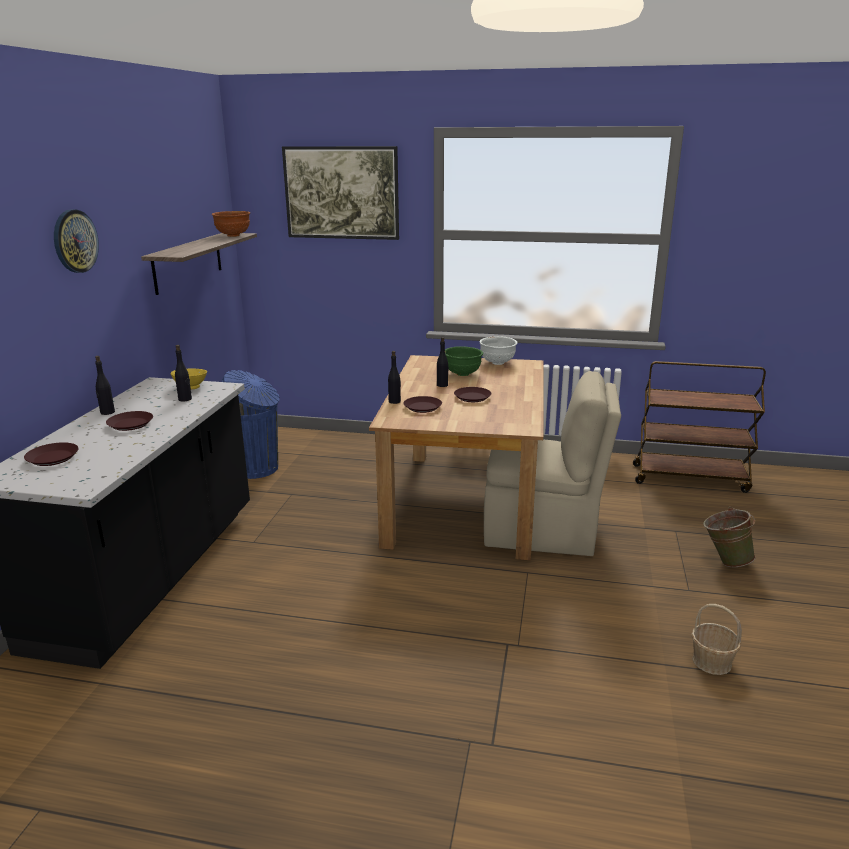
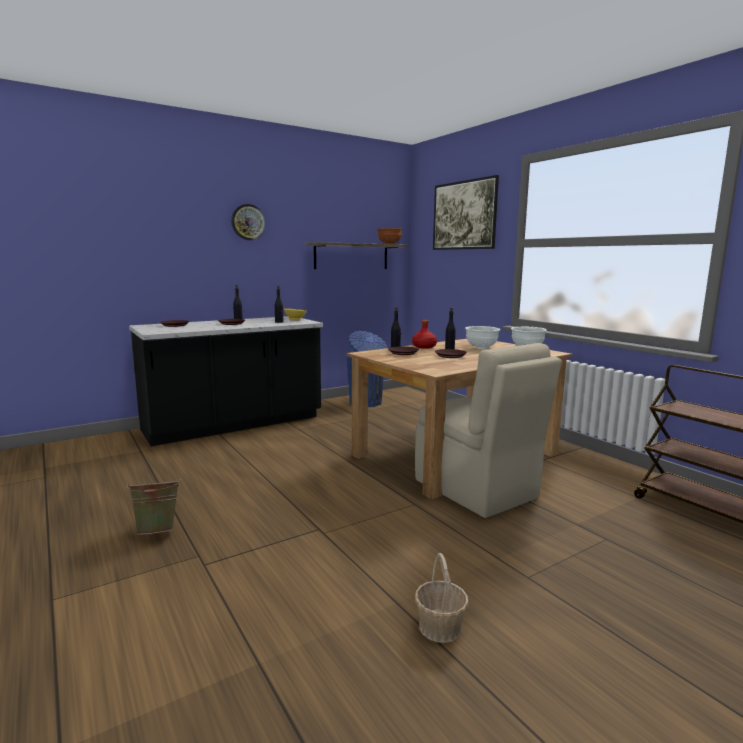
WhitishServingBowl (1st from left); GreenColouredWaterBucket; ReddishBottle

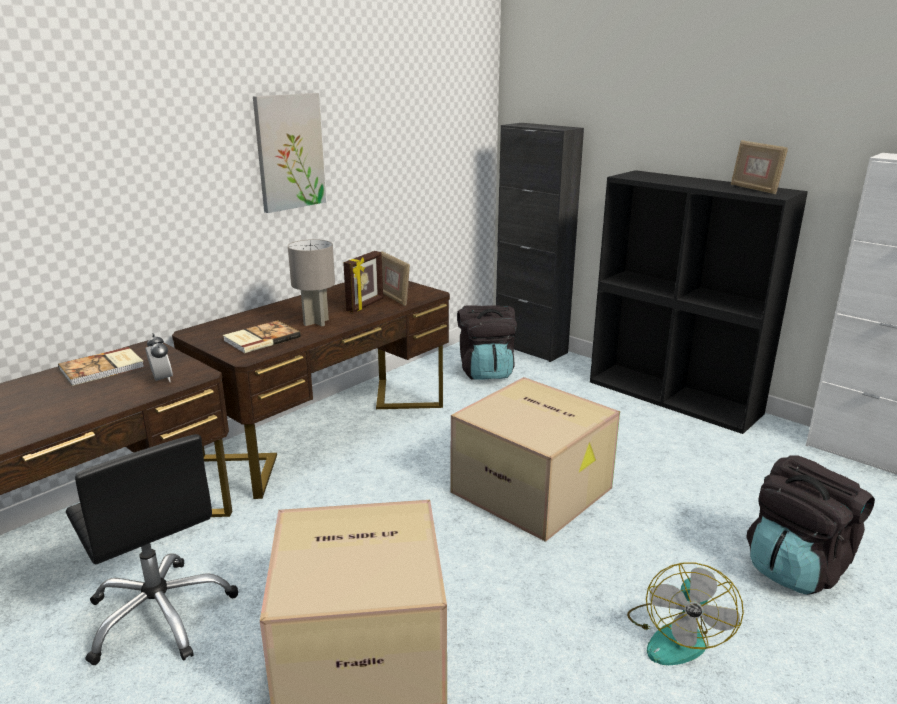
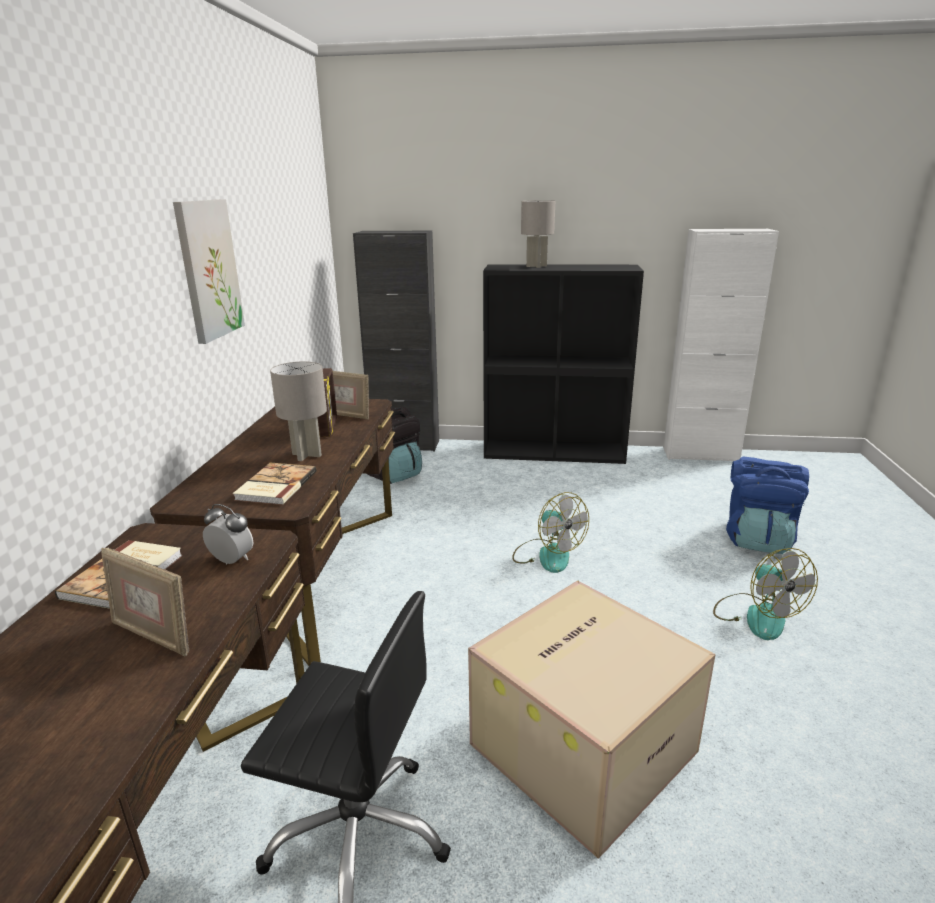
Fan (1st from left); PhotoFrame (1st from left); BluishBackpack; GreyishTabletopLamp (2nd from left)

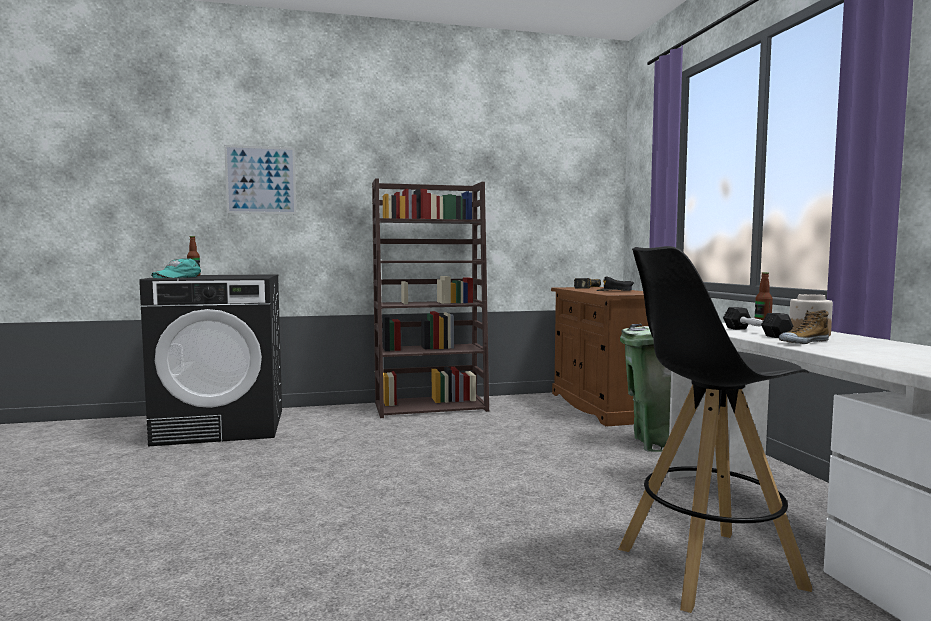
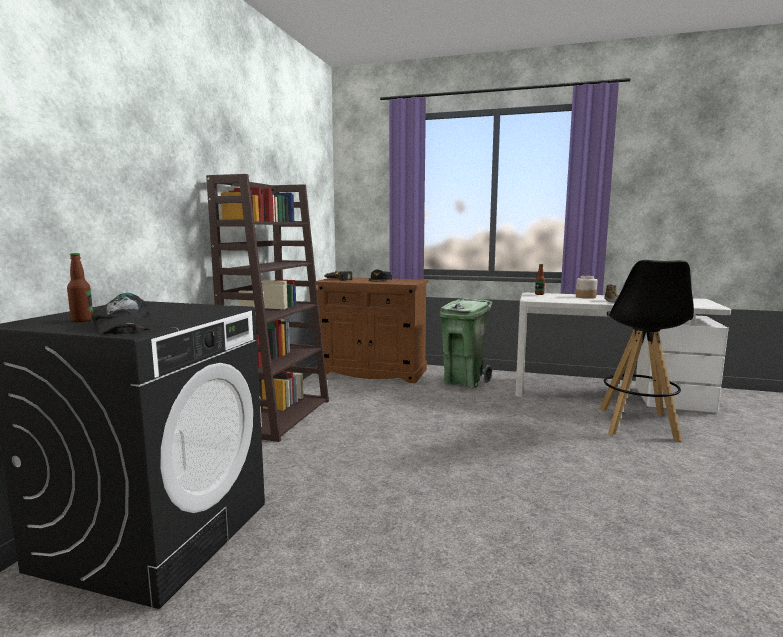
BlackishCap (1st from left); Picture; BlackishFreeWeight

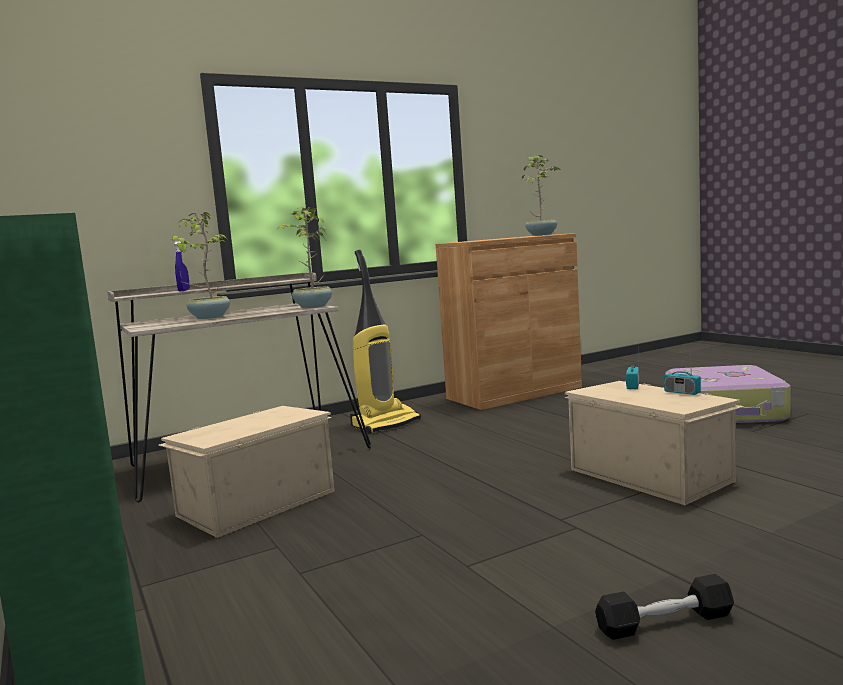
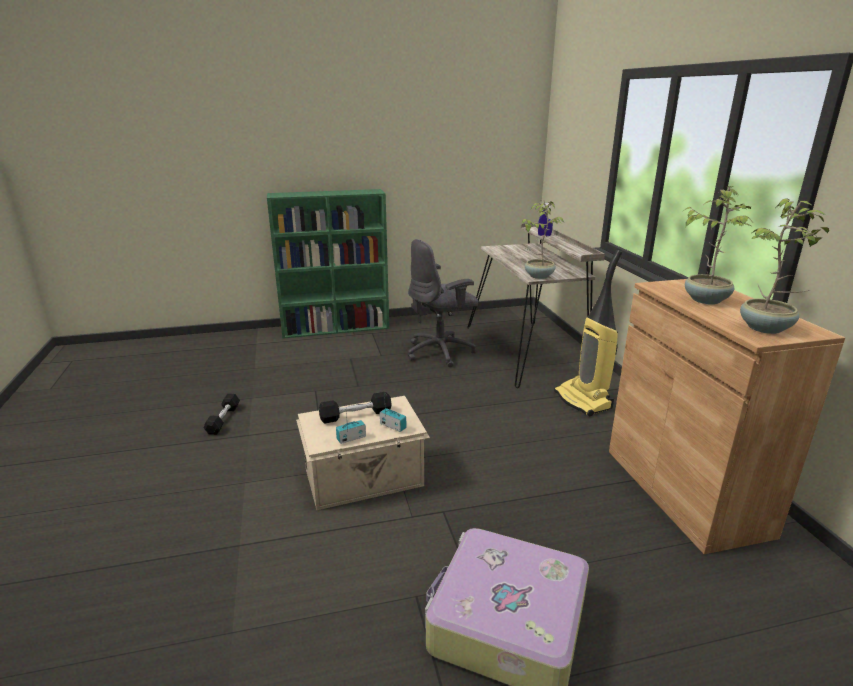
GreyishDeskChair; PlantInAPot (2nd from left); BlackishFreeWeight (2nd from left)

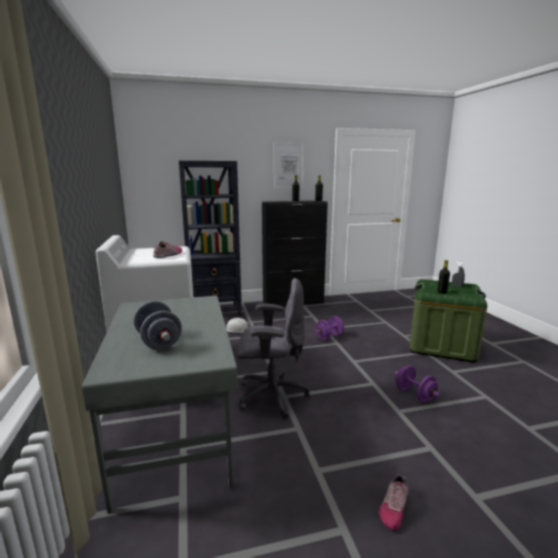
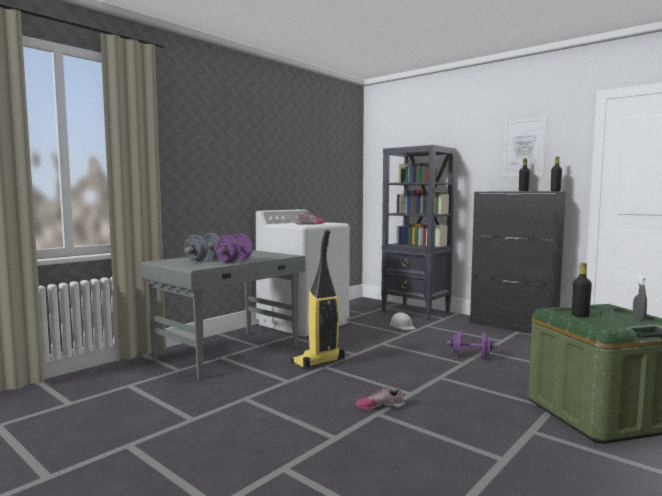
Vacuum; Shoe (2nd from left); PurplishFreeWeight (1st from left)

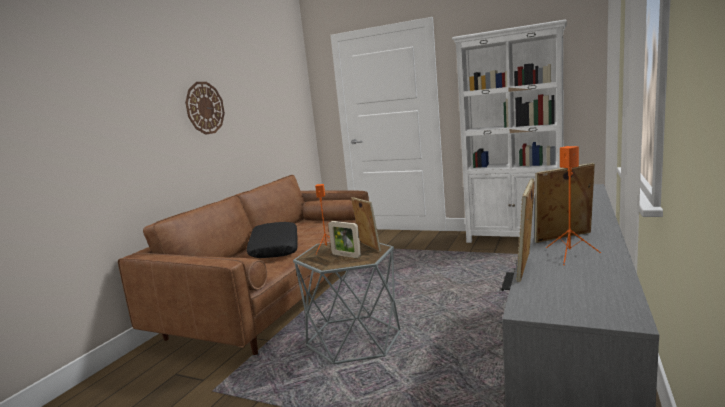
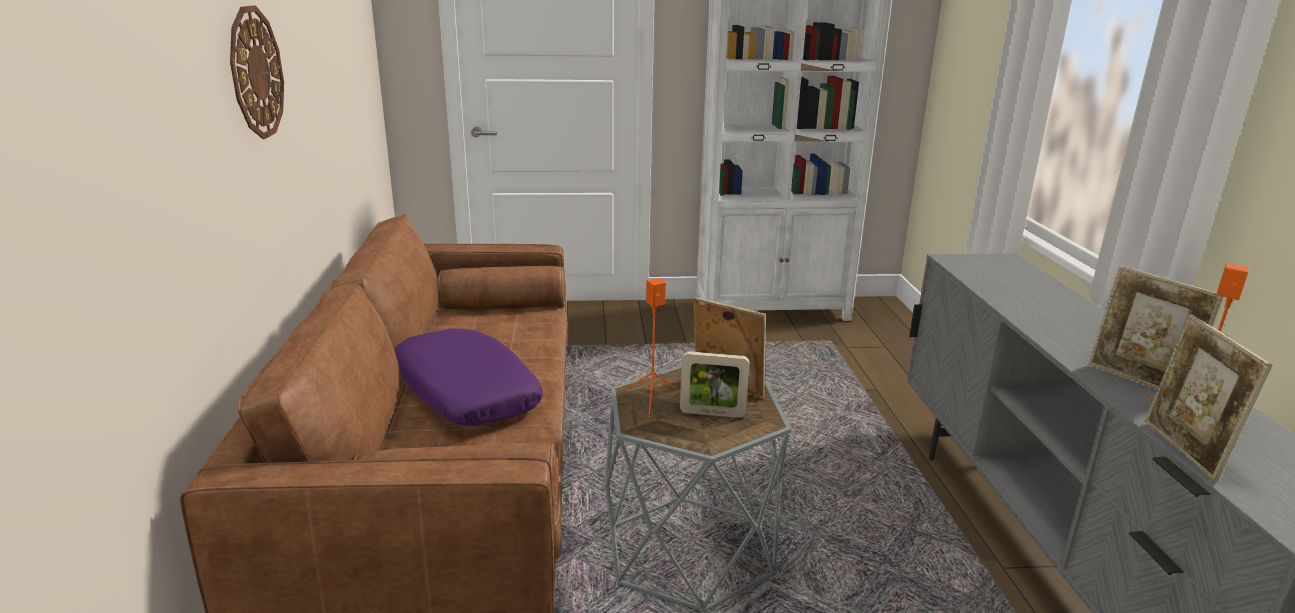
PurplishThrowPillow; PhotoFrame (3rd from left)

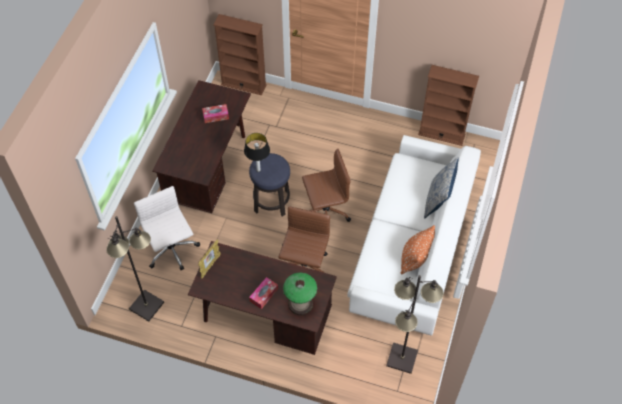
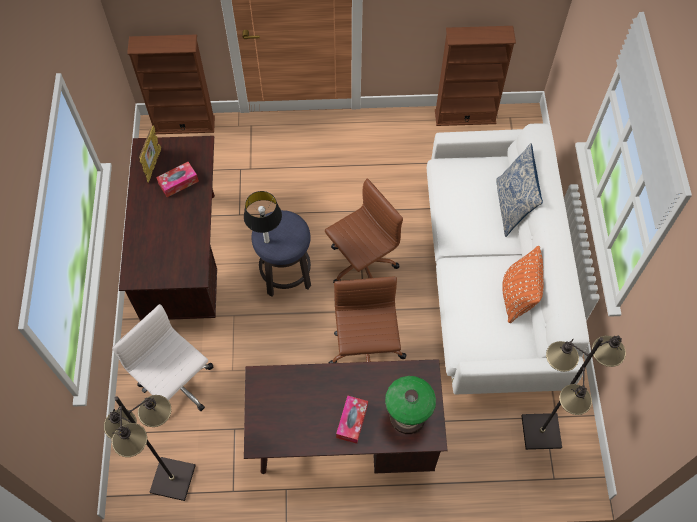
PhotoFrame

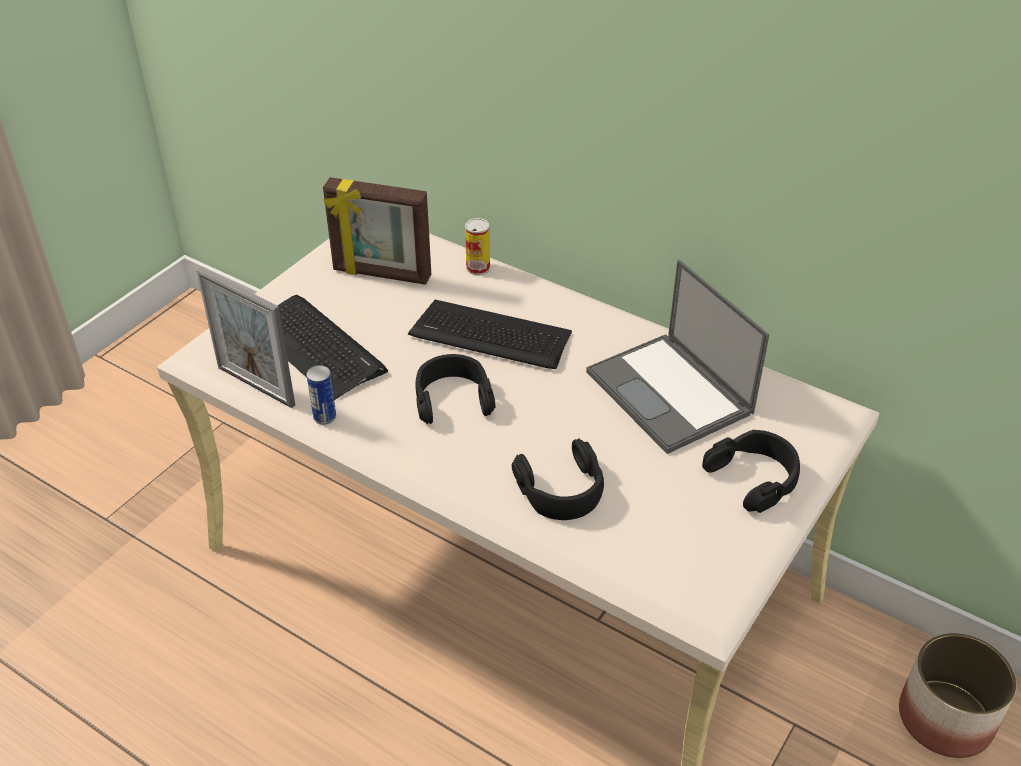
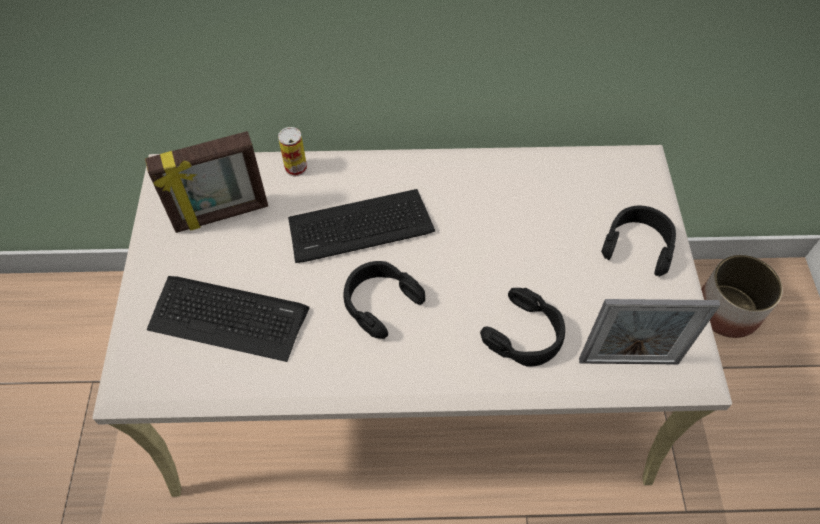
PhotoFrame (2nd from left); Can (1st from left in the first image); PortableComputer

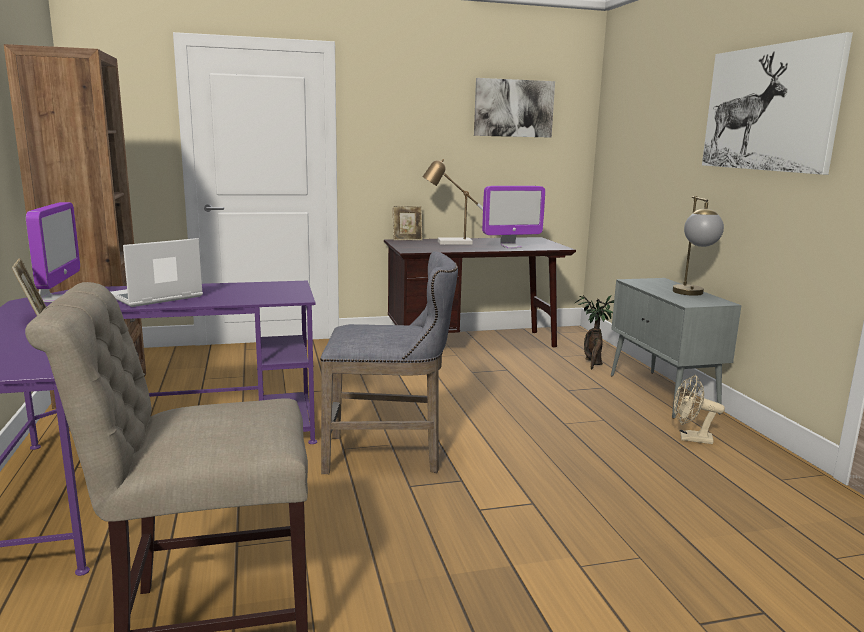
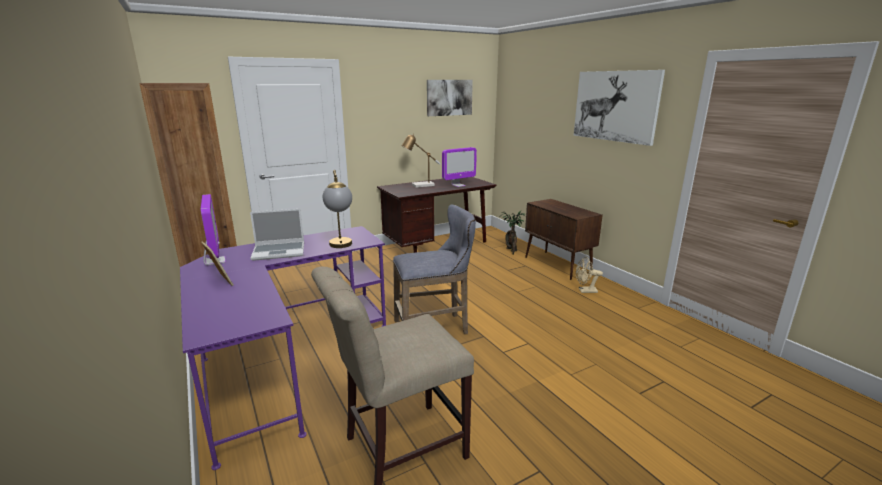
PortableComputer; PhotoFrame (2nd from left in the first image); BrownishCupboard; TabletopLamp (1st from left)

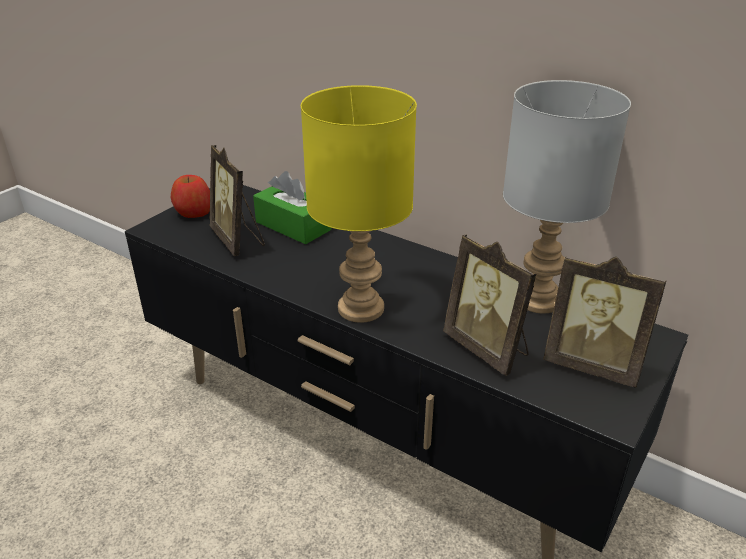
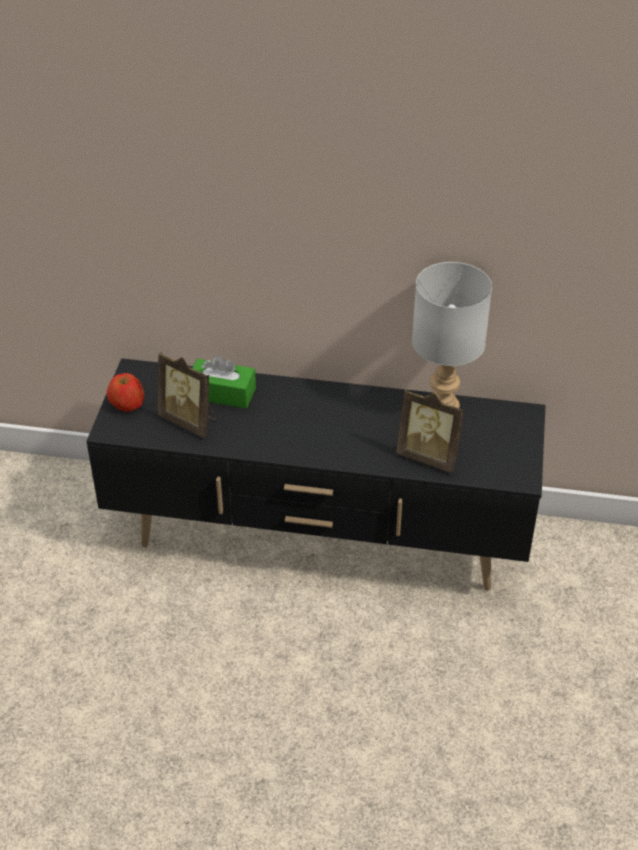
YellowTabletopLamp; PhotoFrame (3rd from left in the first image)

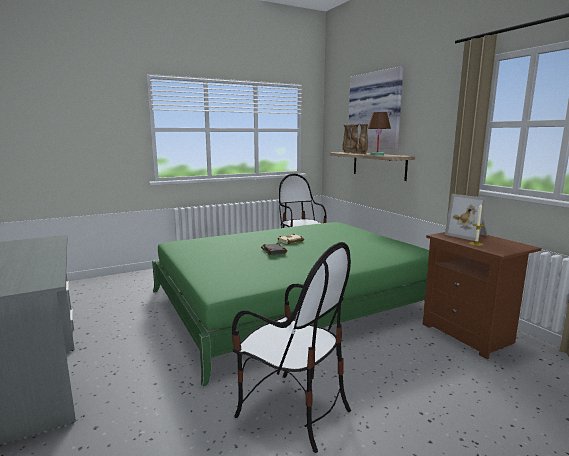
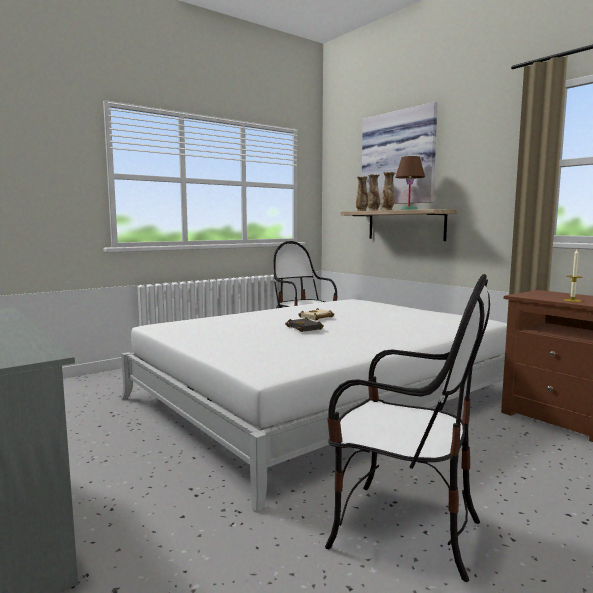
WhitishBedroomBed; PhotoFrame

